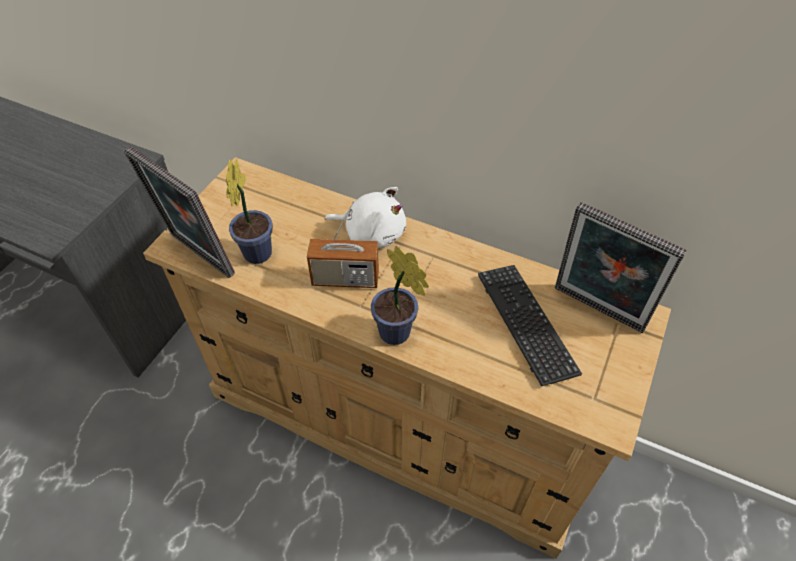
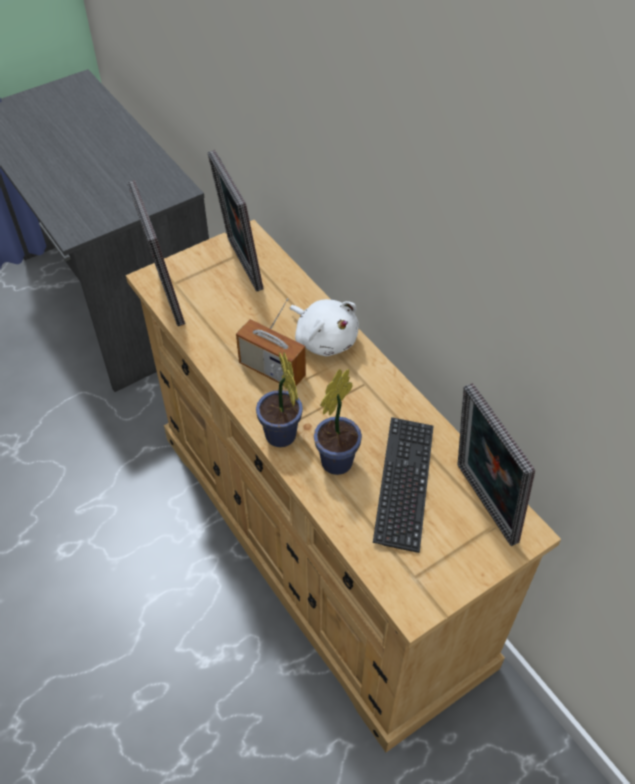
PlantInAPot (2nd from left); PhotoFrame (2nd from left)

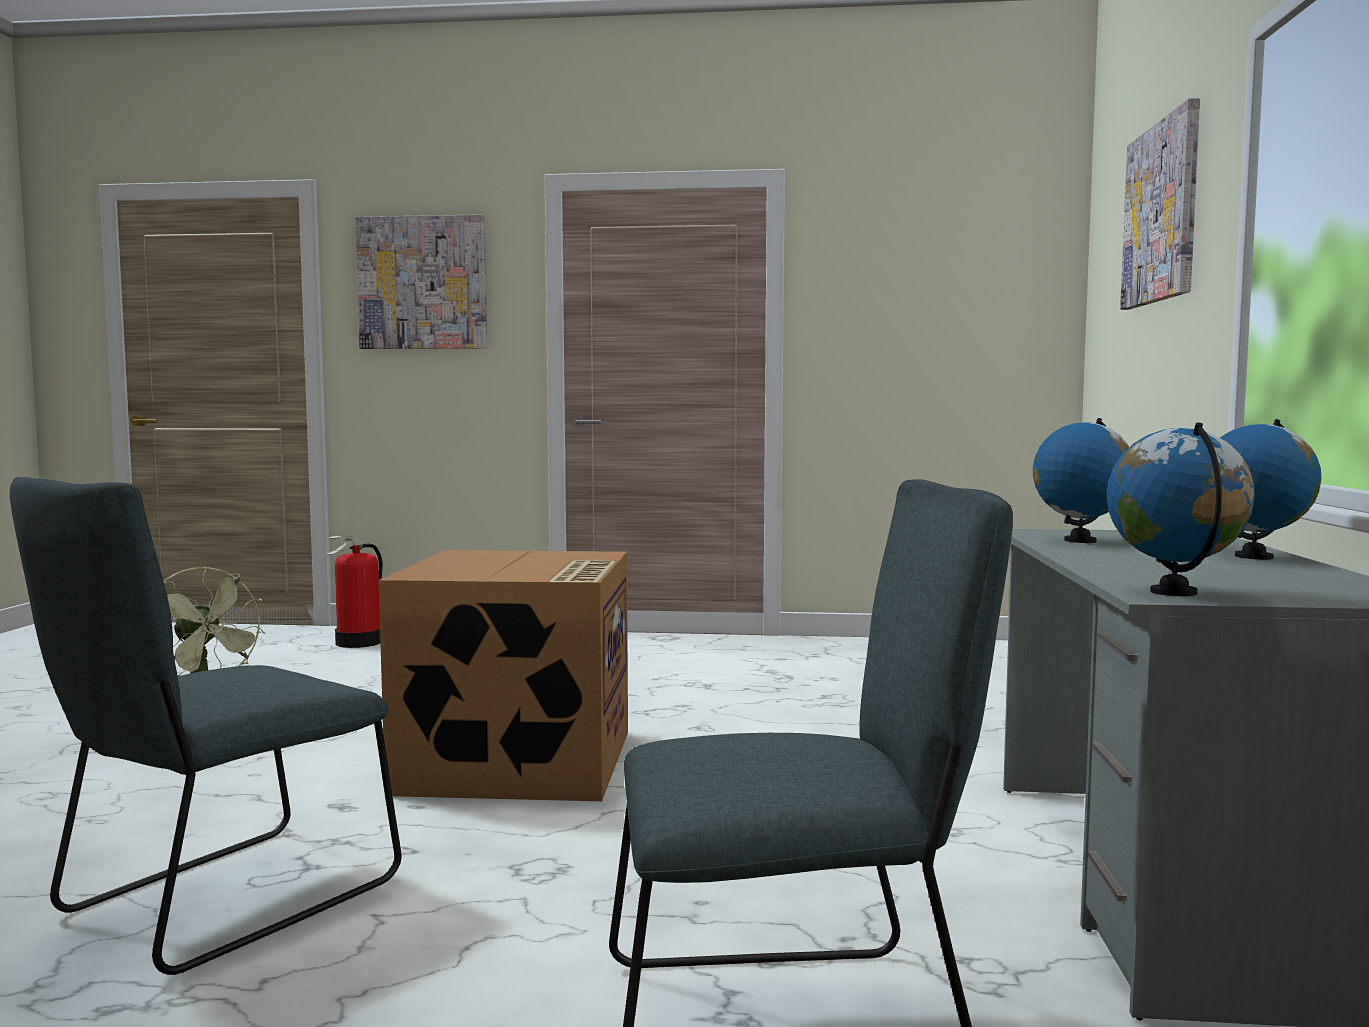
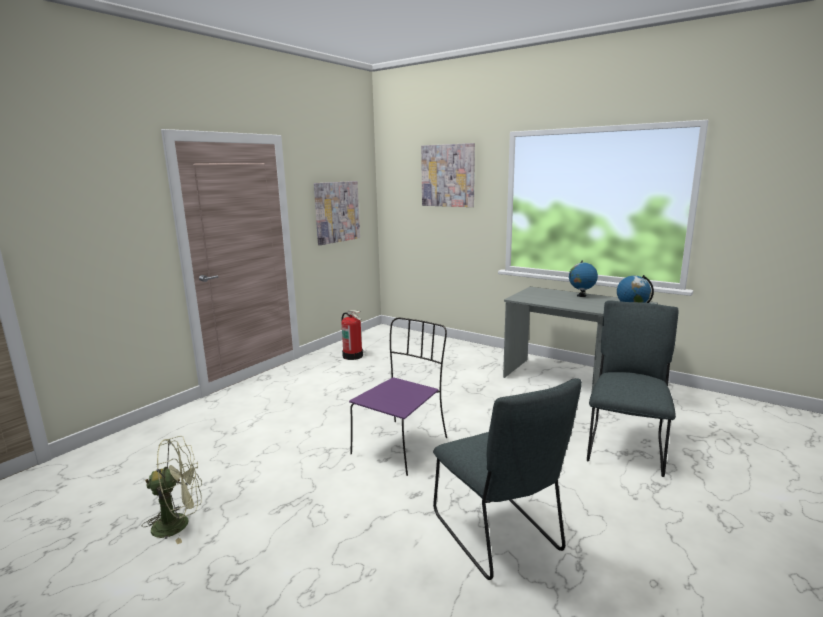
Extinguisher; Picture (1st from left); PurplishPlainChair; DeskGlobe (1st from left in the first image)

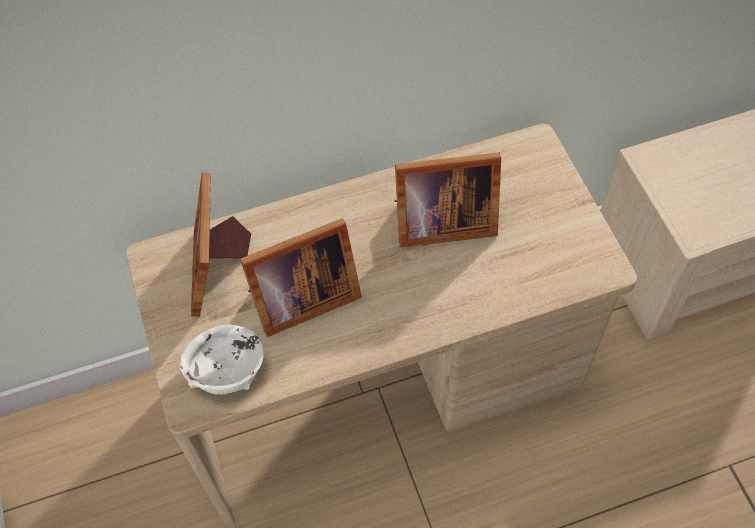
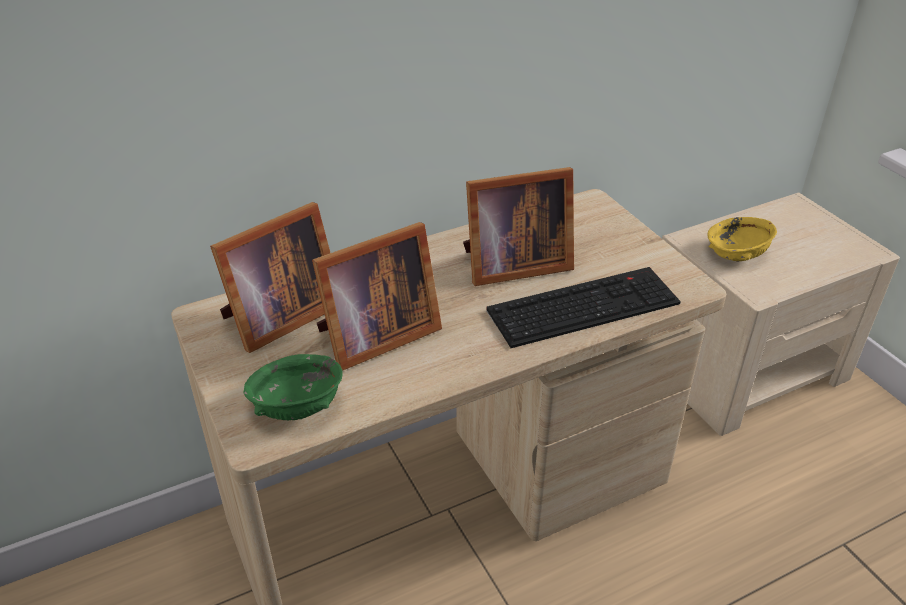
GreenColouredServingBowl; PhotoFrame (1st from left); Keyboard; YellowServingBowl

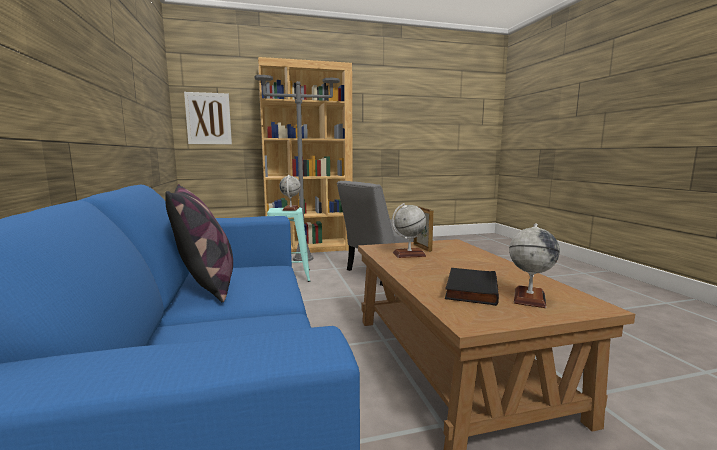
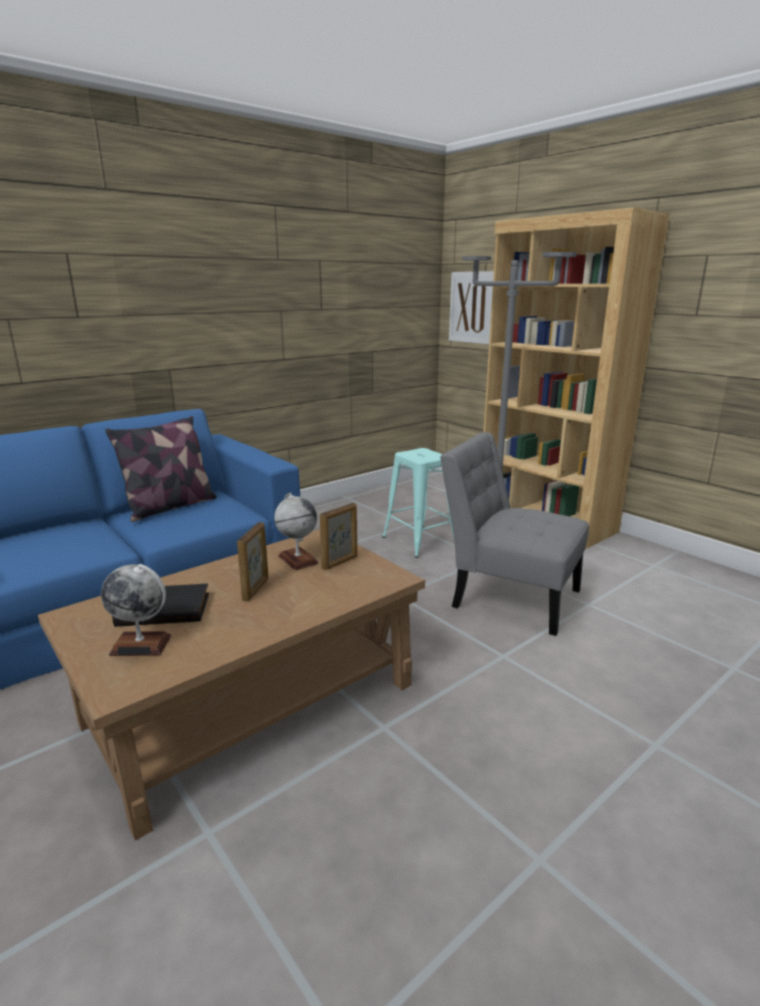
DeskGlobe (1st from left in the first image); PhotoFrame (1st from left)

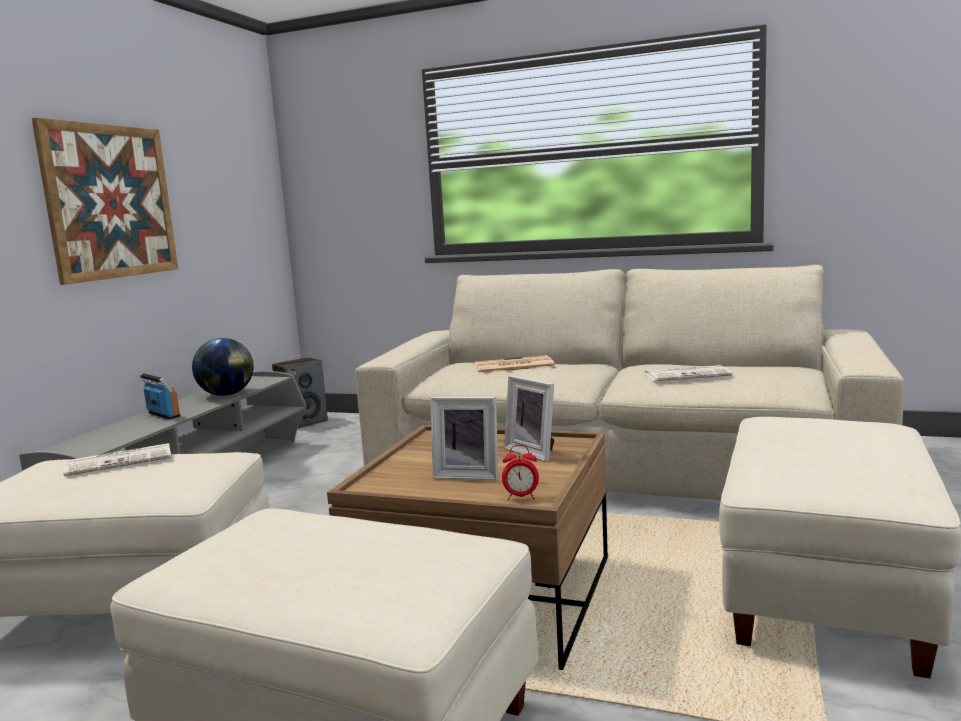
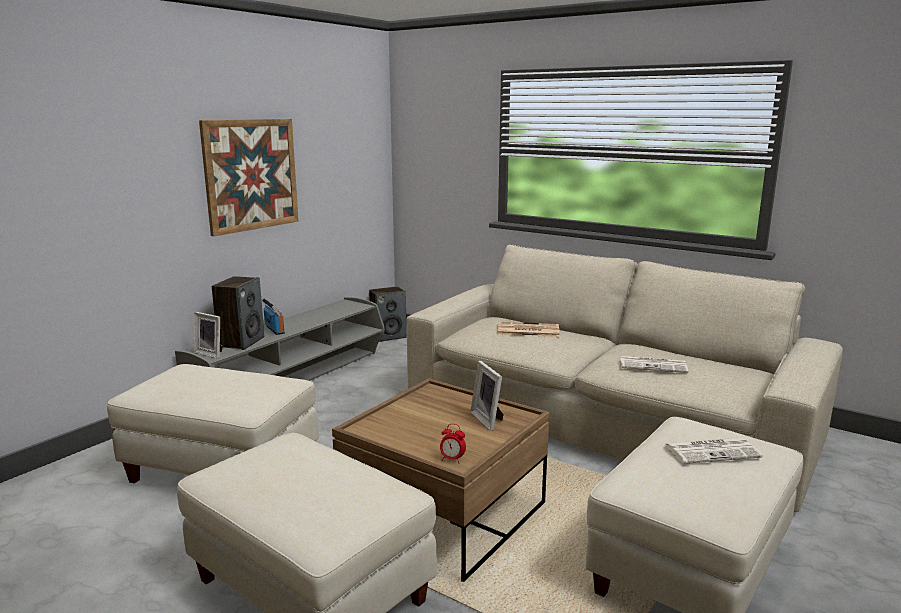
DailyPaper (3rd from left); DeskGlobe; PhotoFrame (1st from left); Loudspeaker (1st from left)

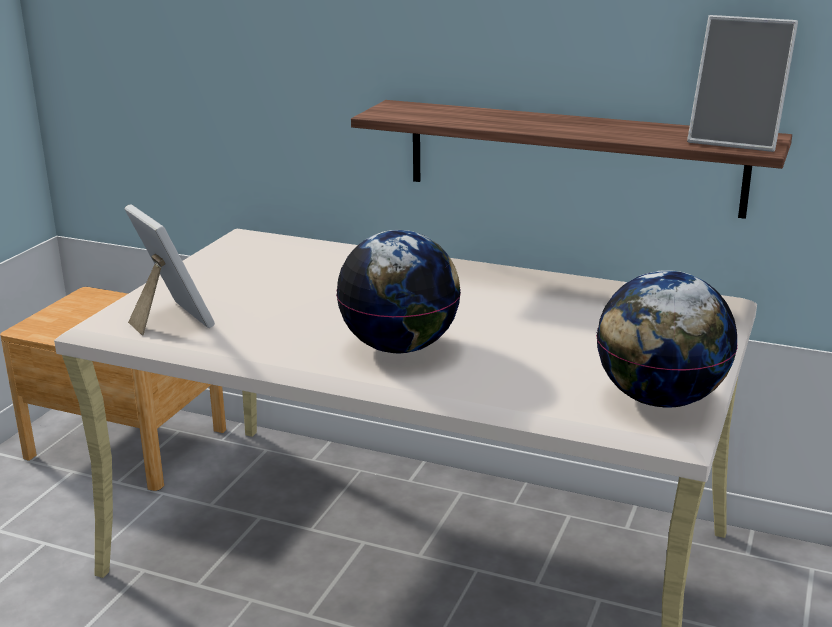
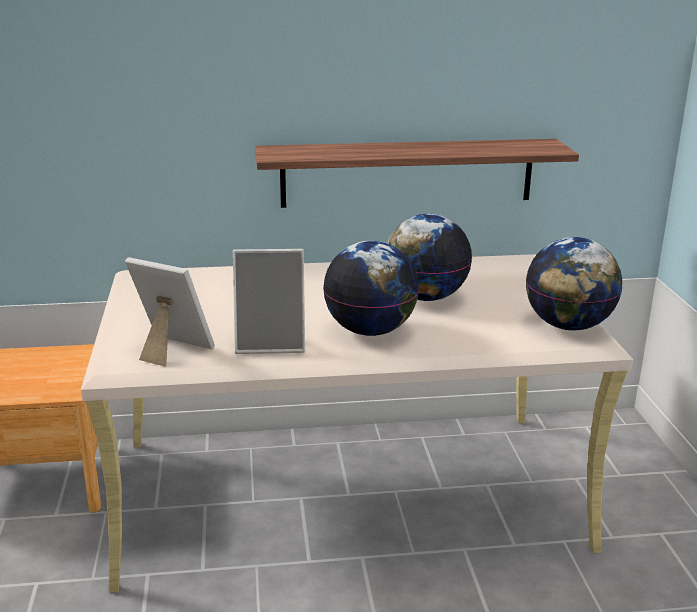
PhotoFrame (2nd from left); DeskGlobe (2nd from left)

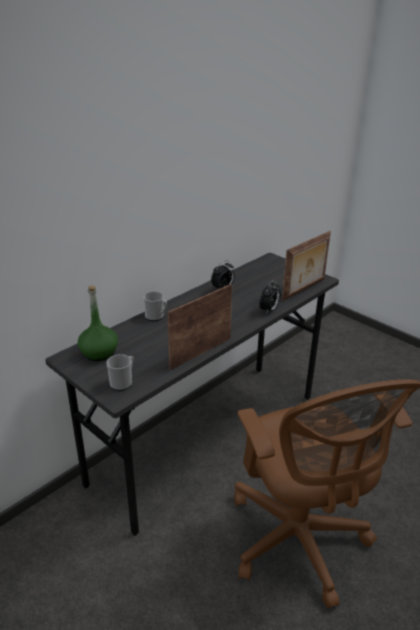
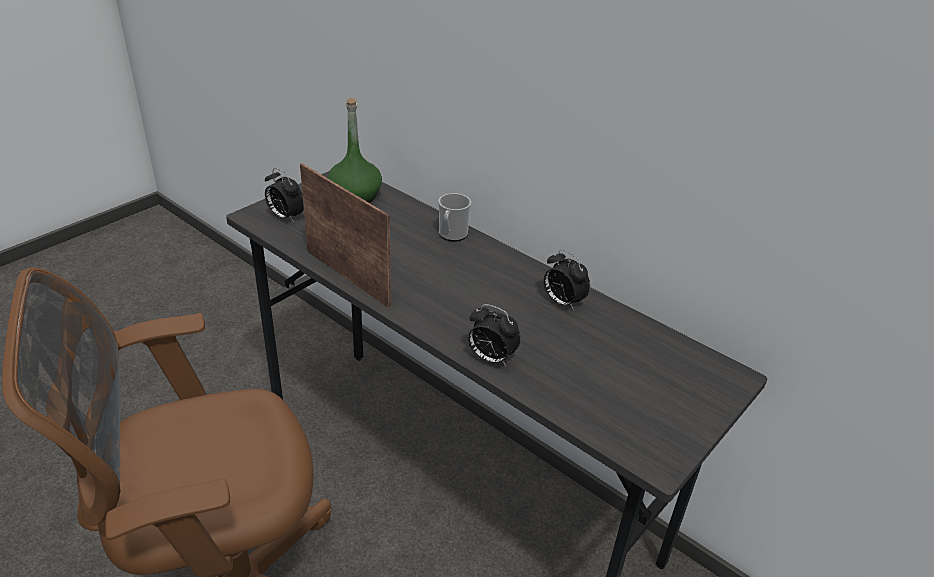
TableClock (1st from left); PhotoFrame (2nd from left in the first image)

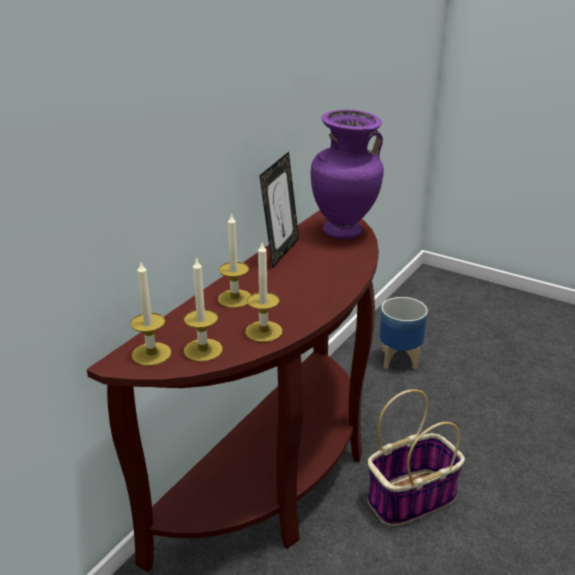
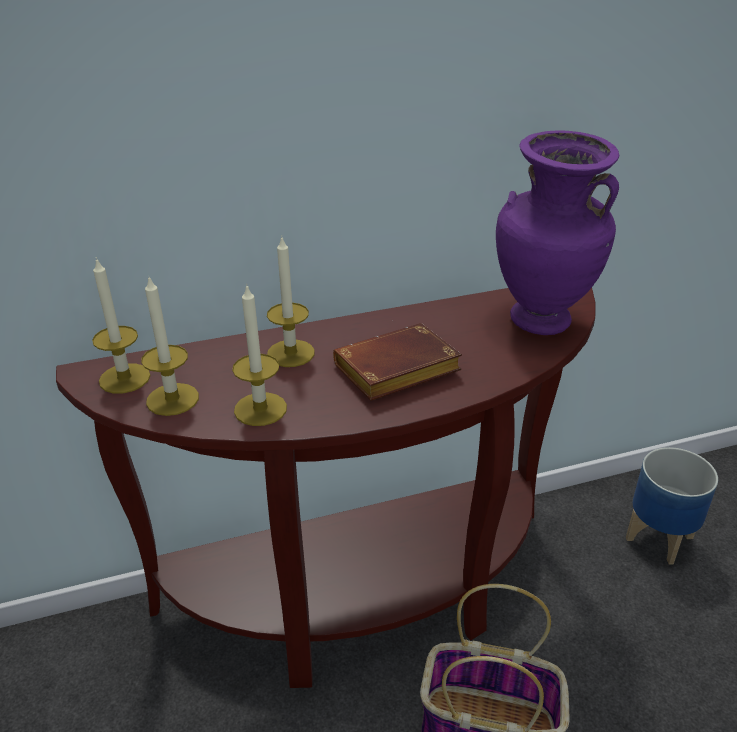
PhotoFrame; BrownishVolume

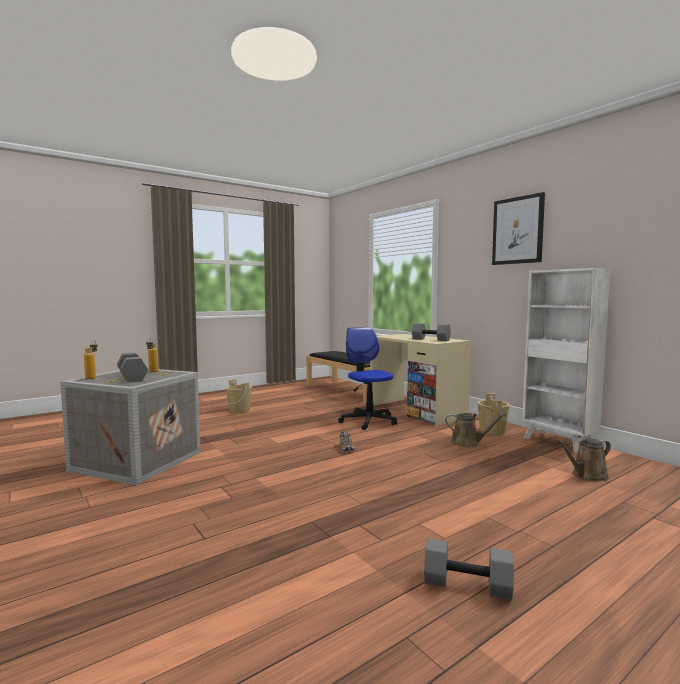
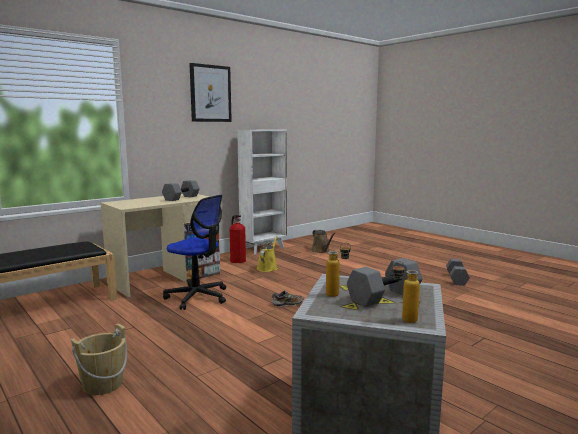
DeskChair; YellowSprinklingCan; Extinguisher

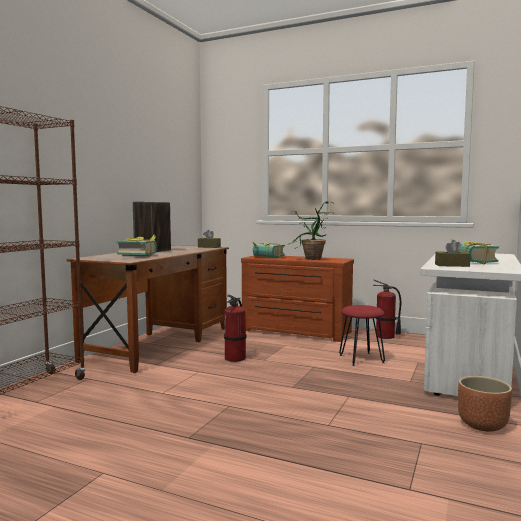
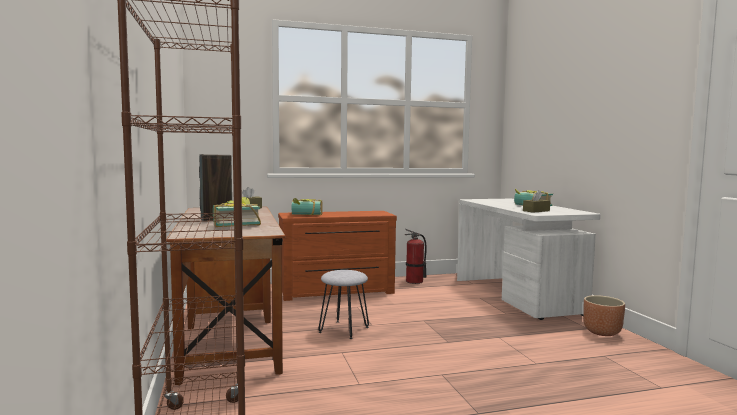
GreyishStoolSeat; PlantInAPot; ReddishStoolSeat

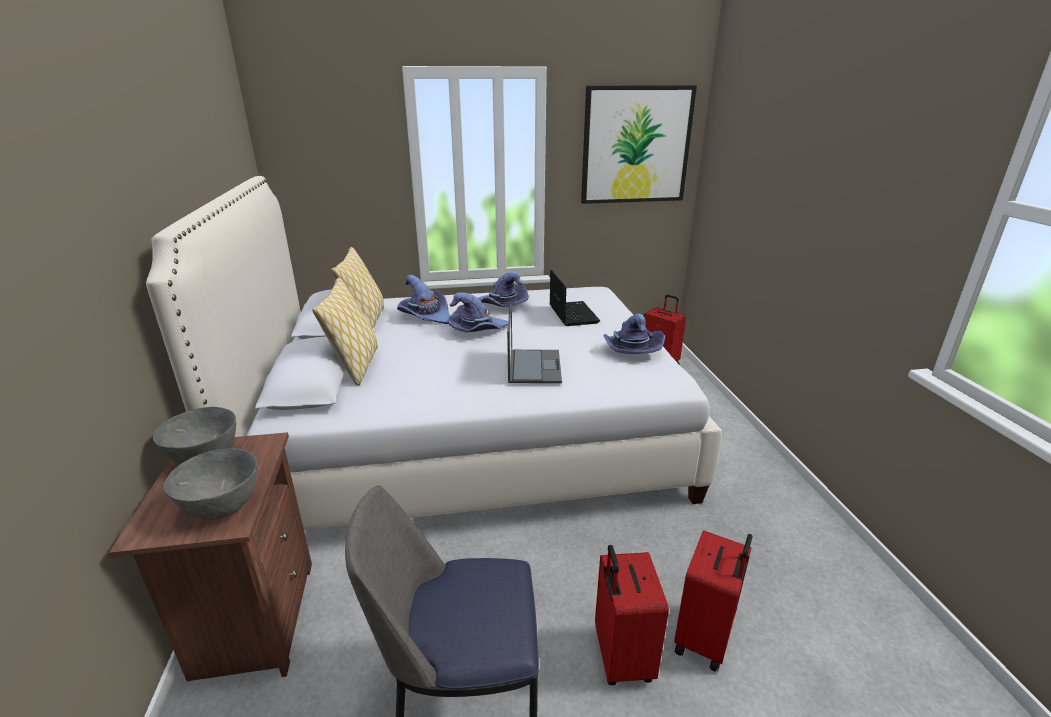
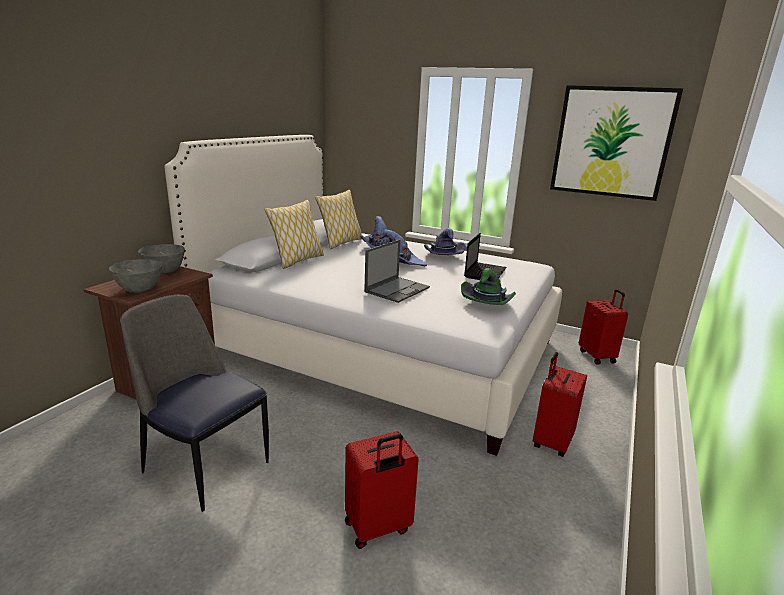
ReddishSuitcase (2nd from left); GreenColouredHat

